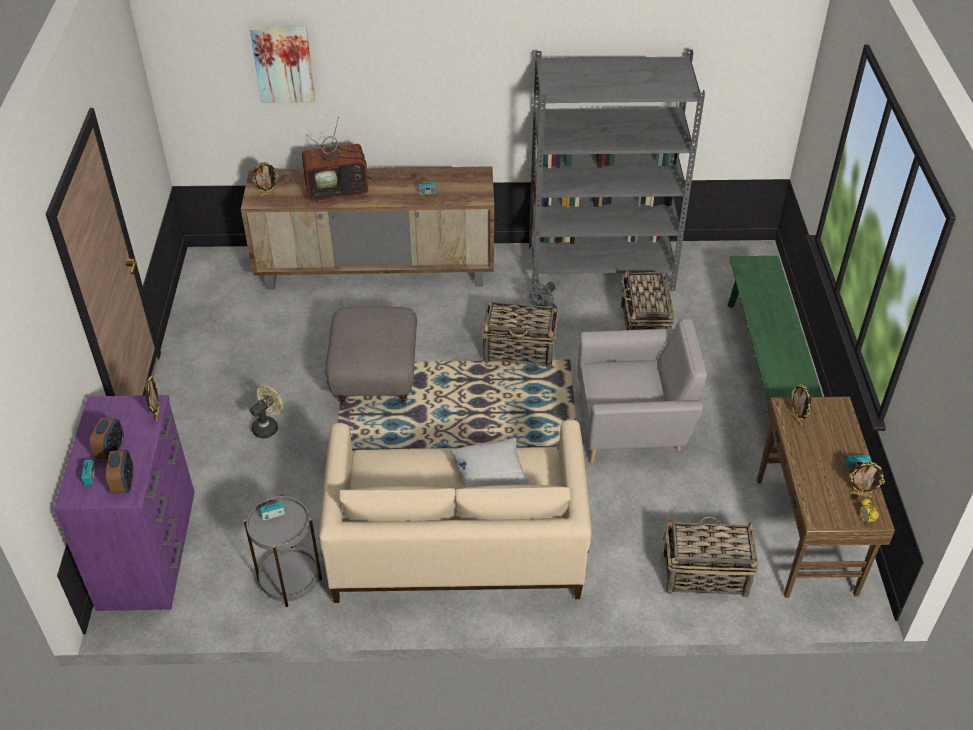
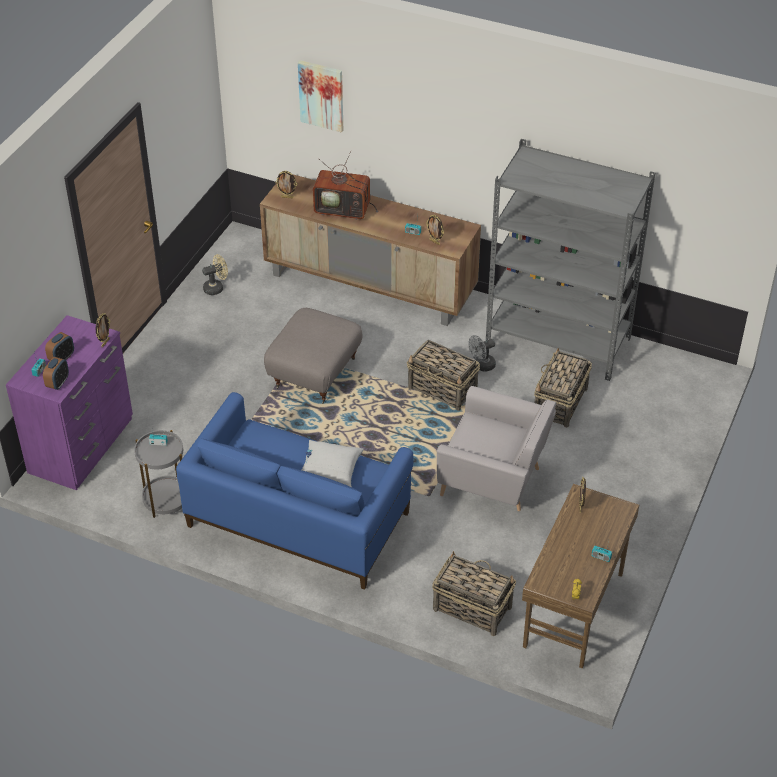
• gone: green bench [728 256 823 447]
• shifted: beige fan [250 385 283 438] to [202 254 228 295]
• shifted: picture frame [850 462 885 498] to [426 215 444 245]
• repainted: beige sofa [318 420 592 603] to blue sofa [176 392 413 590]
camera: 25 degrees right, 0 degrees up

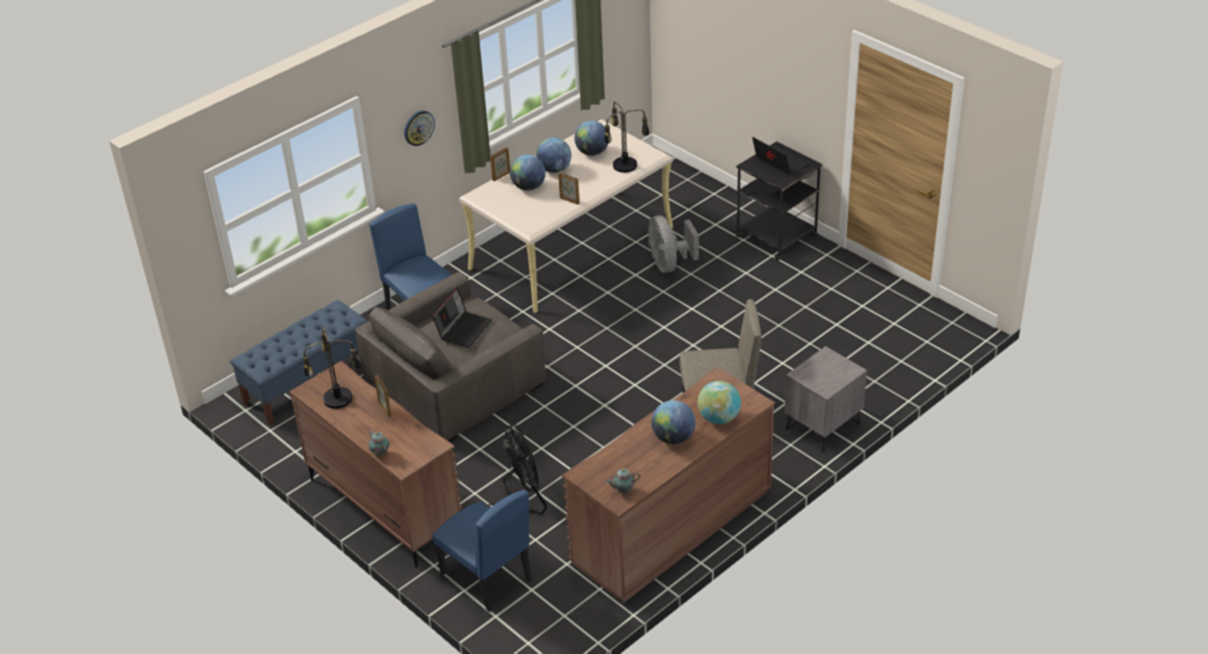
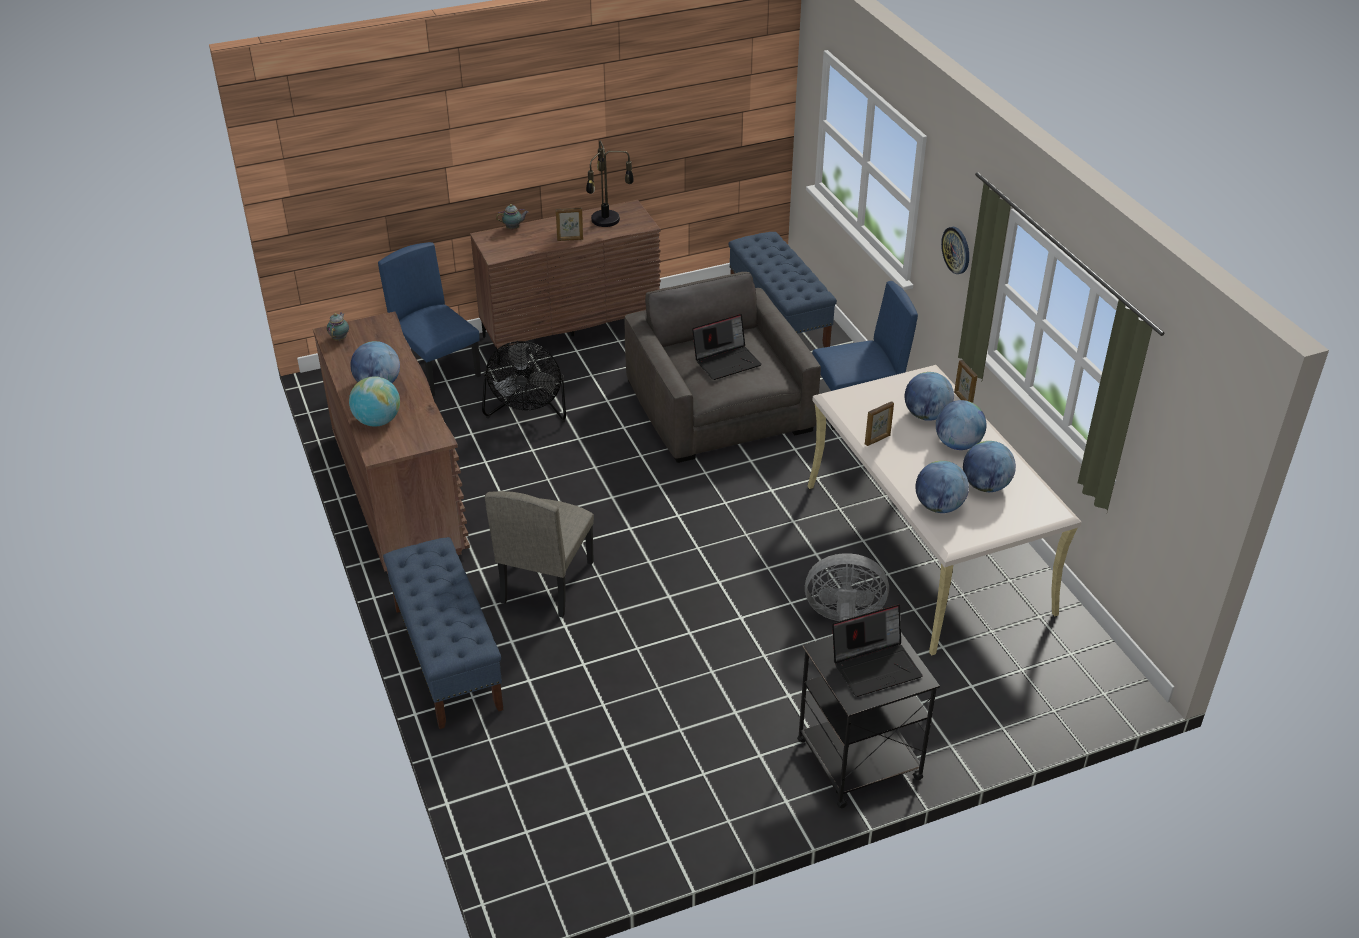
• swapped: table lamp [604 102 649 173] to globe [915 461 969 513]
• swapped: grey nightstand [784 346 867 452] to blue bench [383 537 503 729]
• rotated: laptop [432 287 492 348] = [692 314 762 380] 75 degrees counterclockwise
• rotated: blue chair [432 490 533 612] = [378 242 481 396] 75 degrees clockwise
camera: 110 degrees right, 0 degrees up

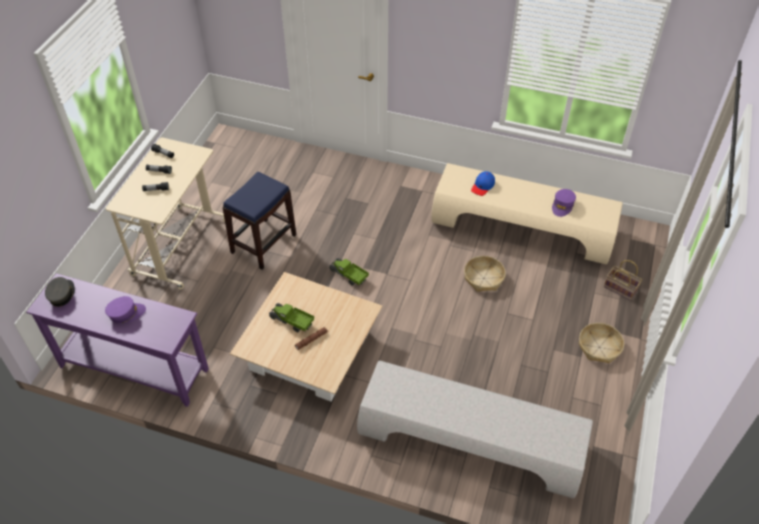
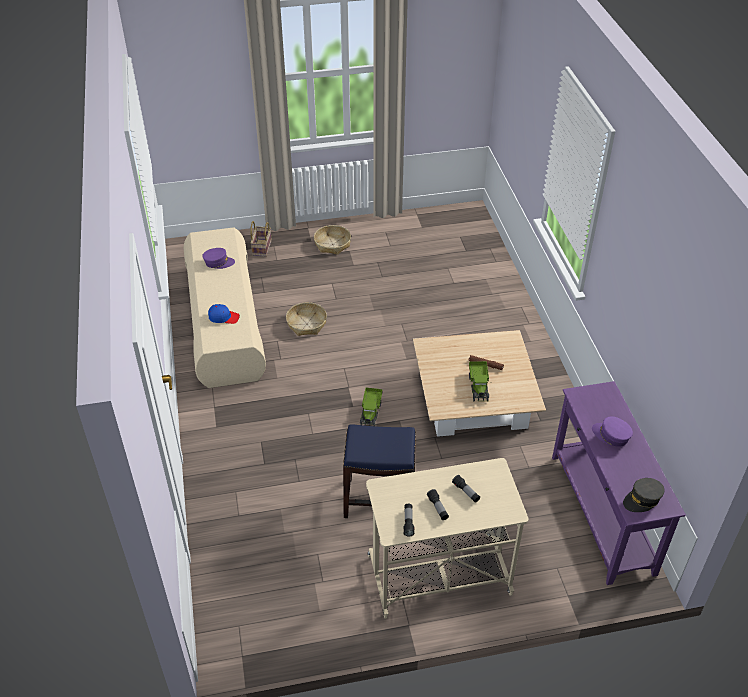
• gone: grey bench [357 361 593 498]
camera: 120 degrees left, 5 degrees down

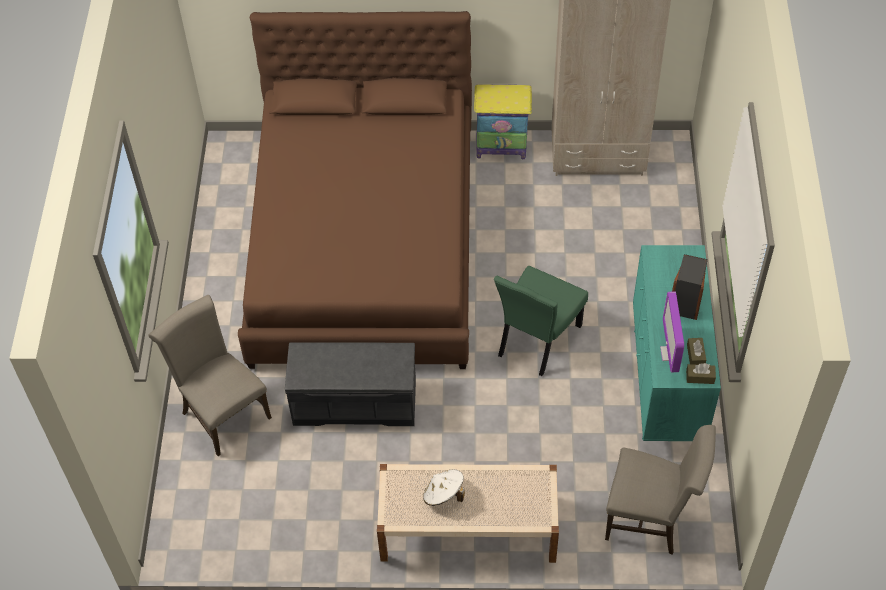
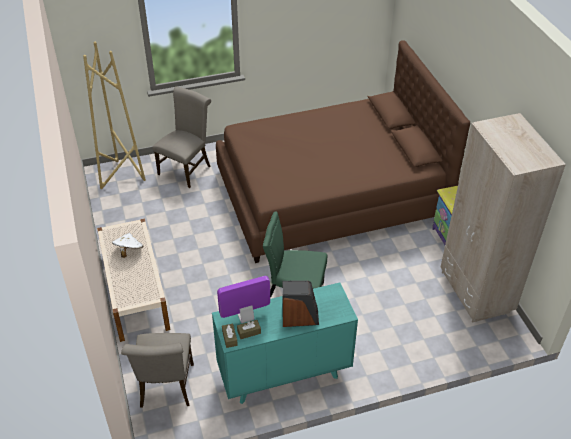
• gone: grey bench [285 342 416 426]
• new: yellow clothes rack [83 42 146 189]
camera: 70 degrees right, 10 degrees down

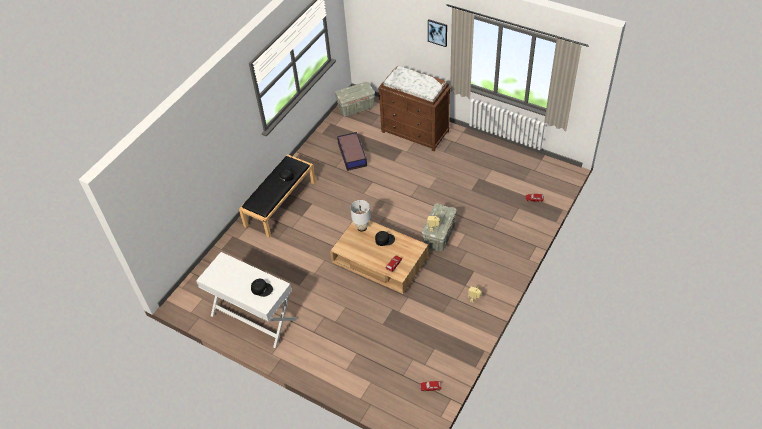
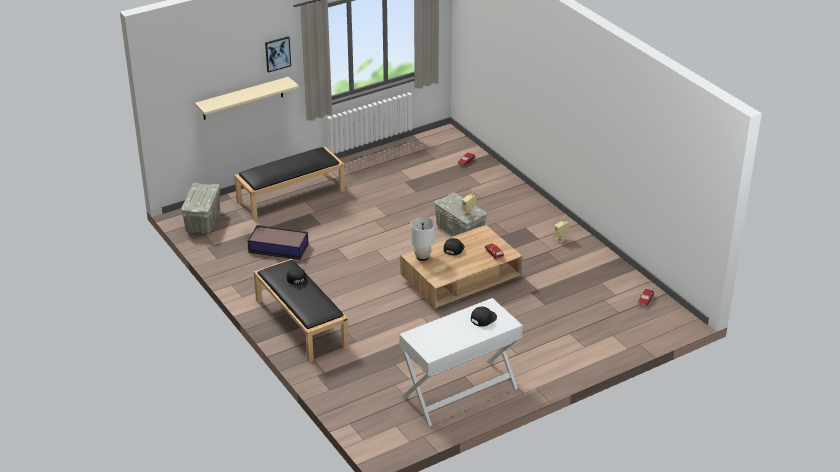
• new: beige shelf [195 77 299 120]
• swapped: brown dresser [378 65 450 152] to black bench [234 147 345 220]
camera: 65 degrees left, 15 degrees down

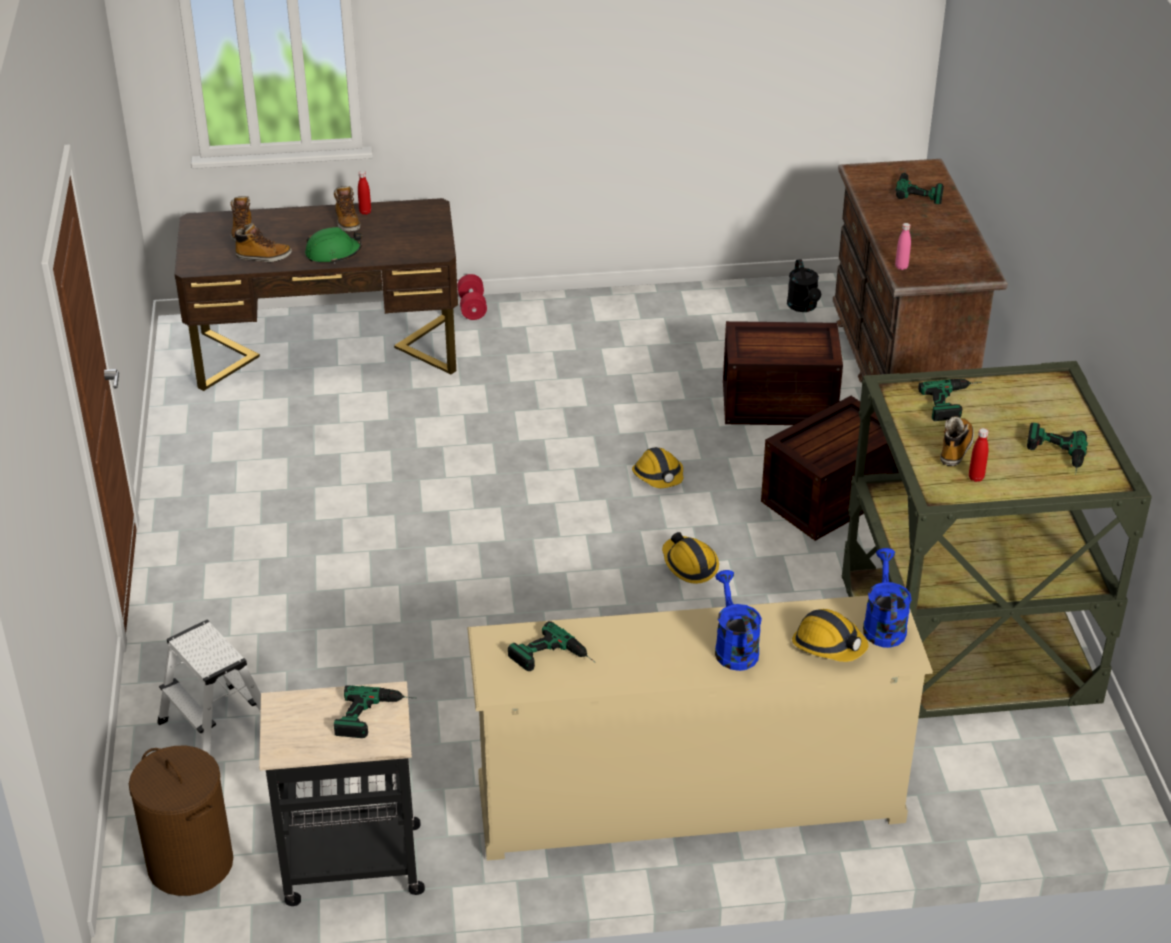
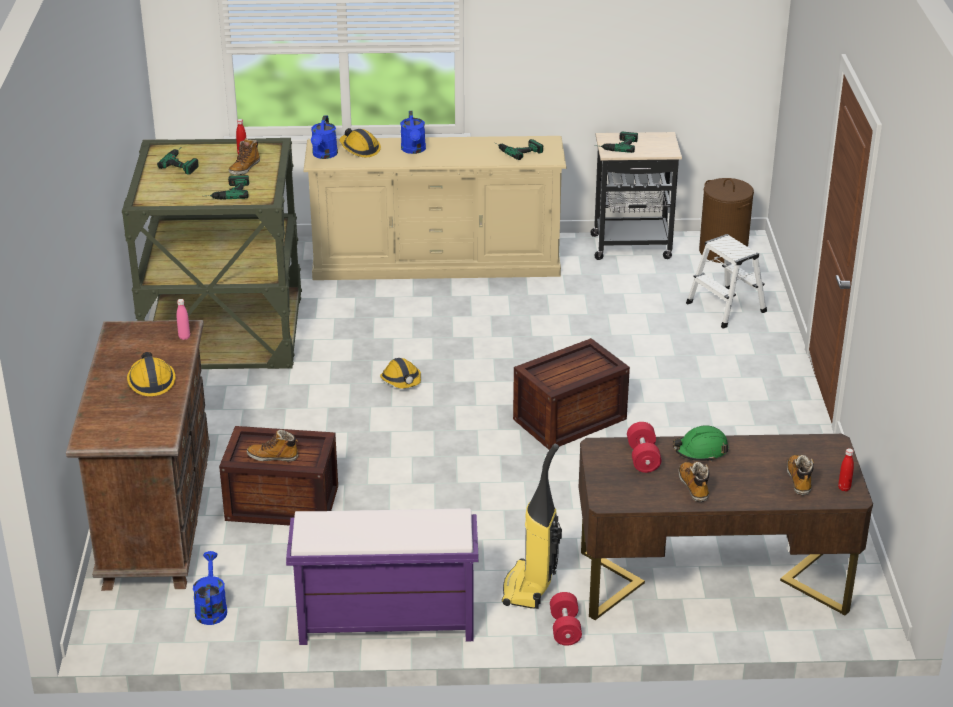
• gone: power drill [895 169 944 204]
• new: purple bench [286 508 479 645]
• new: vacuum cleaner [502 444 562 609]
• new: red dumbbell [627 422 662 473]
• shifted: boot [233 223 292 262] to [247 430 298 462]
• shifted: red bottle [358 171 371 215] to [838 448 854 491]
• shifted: hard hat [632 447 683 488] to [127 352 176 396]
• shifted: crate [761 396 899 541] to [513 338 630 449]
• repainted: black watering can [787 259 821 312] to blue watering can [193 551 227 625]
camera: 175 degrees left, 5 degrees down

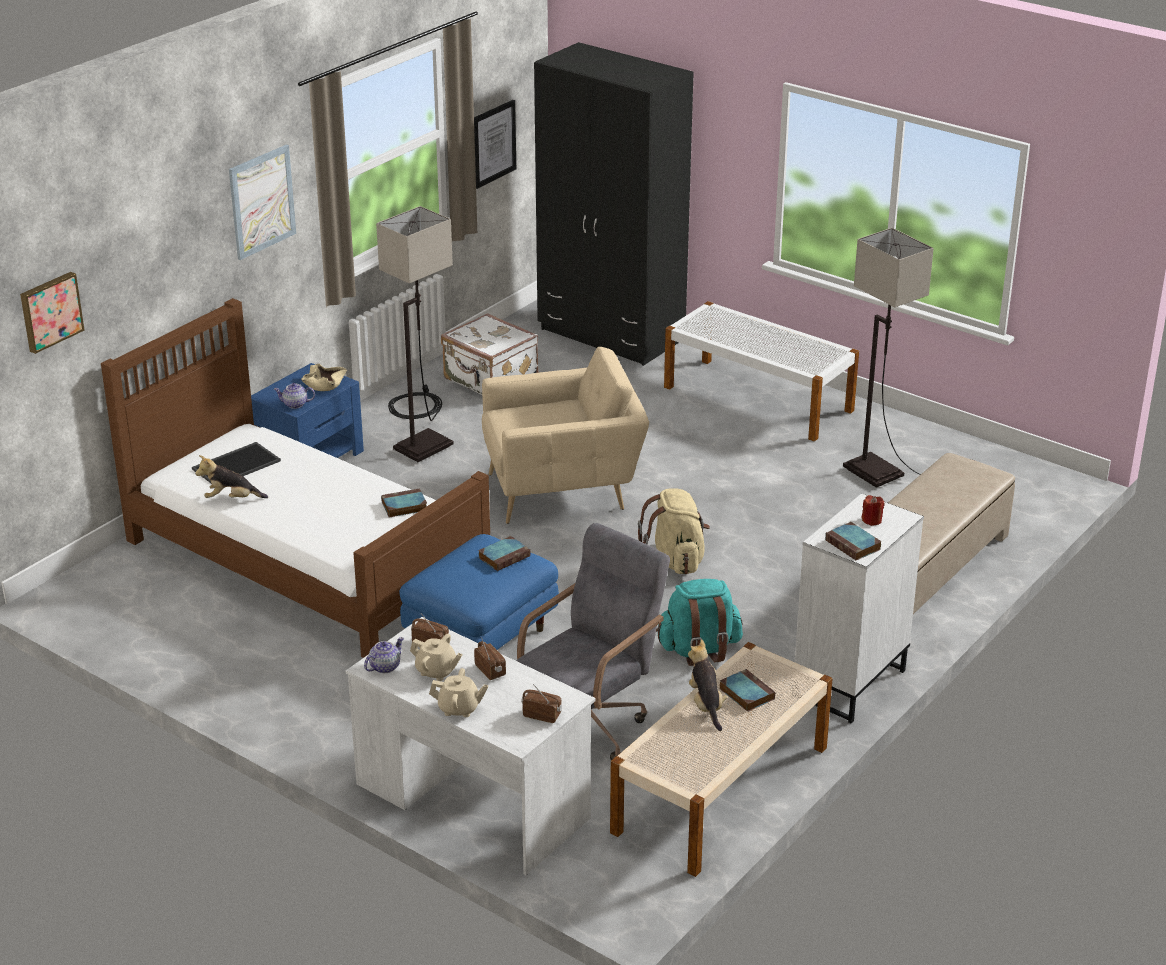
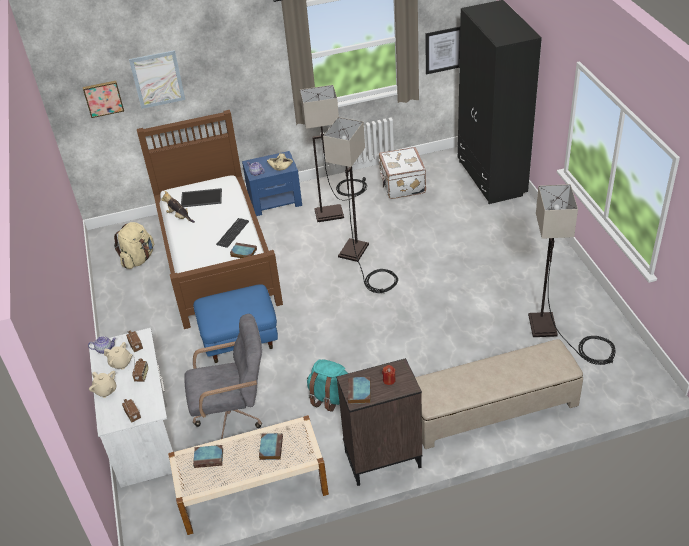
• gone: white bench [664 301 859 442]
• gone: plush toy [688 639 728 731]
• new: keyboard [216 218 249 248]
• shifted: picture [229 144 296 260] to [129 50 185 109]
• shifted: book [478 536 530 571] to [193 445 223 468]
• shifted: beige backpack [638 488 710 575] to [114 222 154 269]
• swapped: beige armchair [482 347 649 524] to floor lamp [323 117 398 293]
• repainted: white dresser [794 493 924 724] to brown dresser [336 358 423 486]
• rotated: beige teapot [410 634 463 681] = [104 342 133 370] 45 degrees counterclockwise
camera: 40 degrees right, 10 degrees up

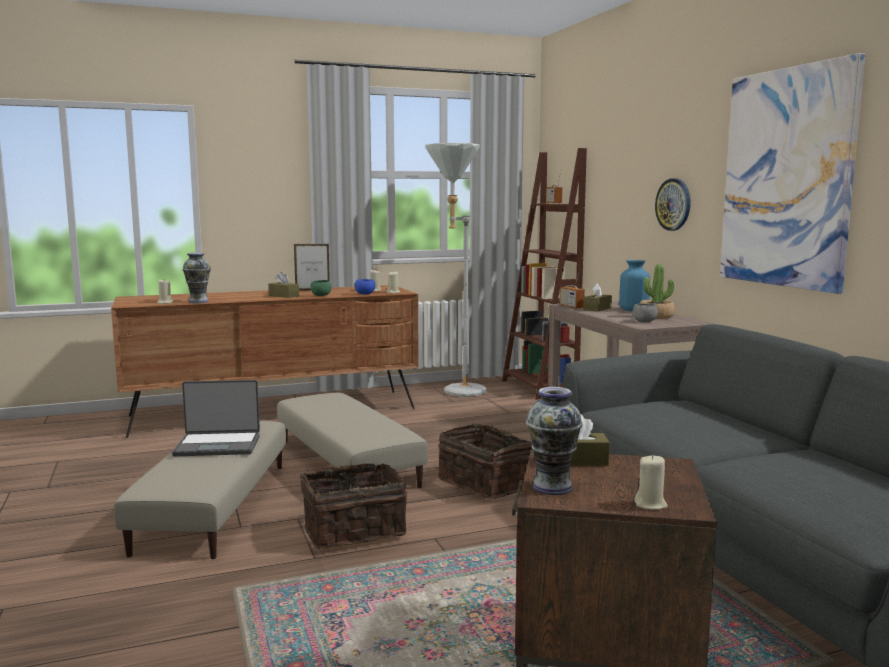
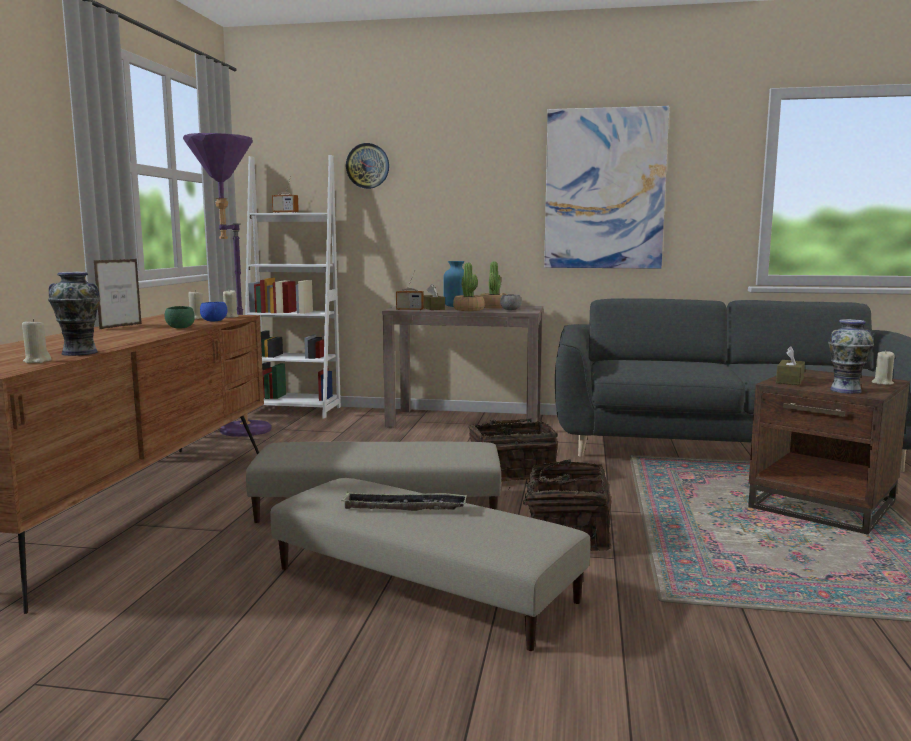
• gone: brown tissue box [268 272 299 298]
• new: potted plant [453 263 485 311]
• shifted: wall clock [655 178 690 231] to [346 143 389 189]
• swapped: laptop [172 380 260 457] to tray [341 492 467 511]
• repainted: grey floor lamp [425 143 487 397] to purple floor lamp [183 133 272 437]
• repainted: brown bookcase [502 148 587 400] to white bookcase [245 155 341 419]
camera: 60 degrees left, 0 degrees up

